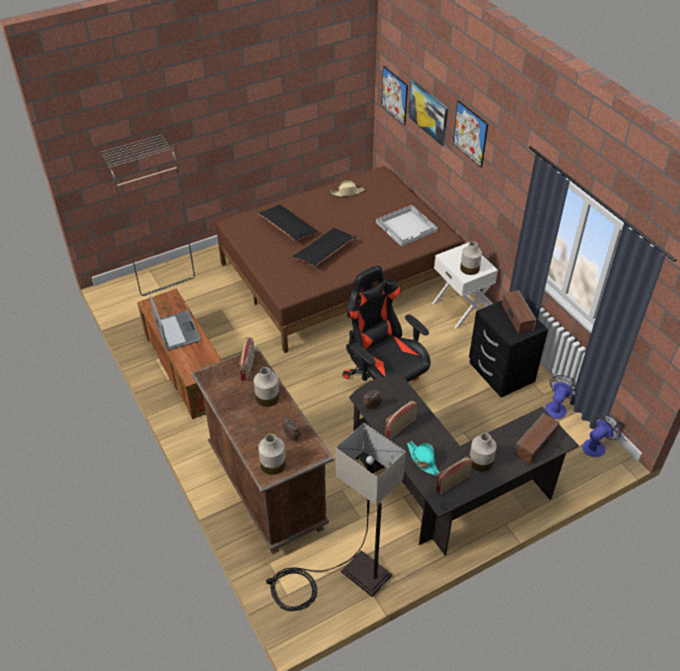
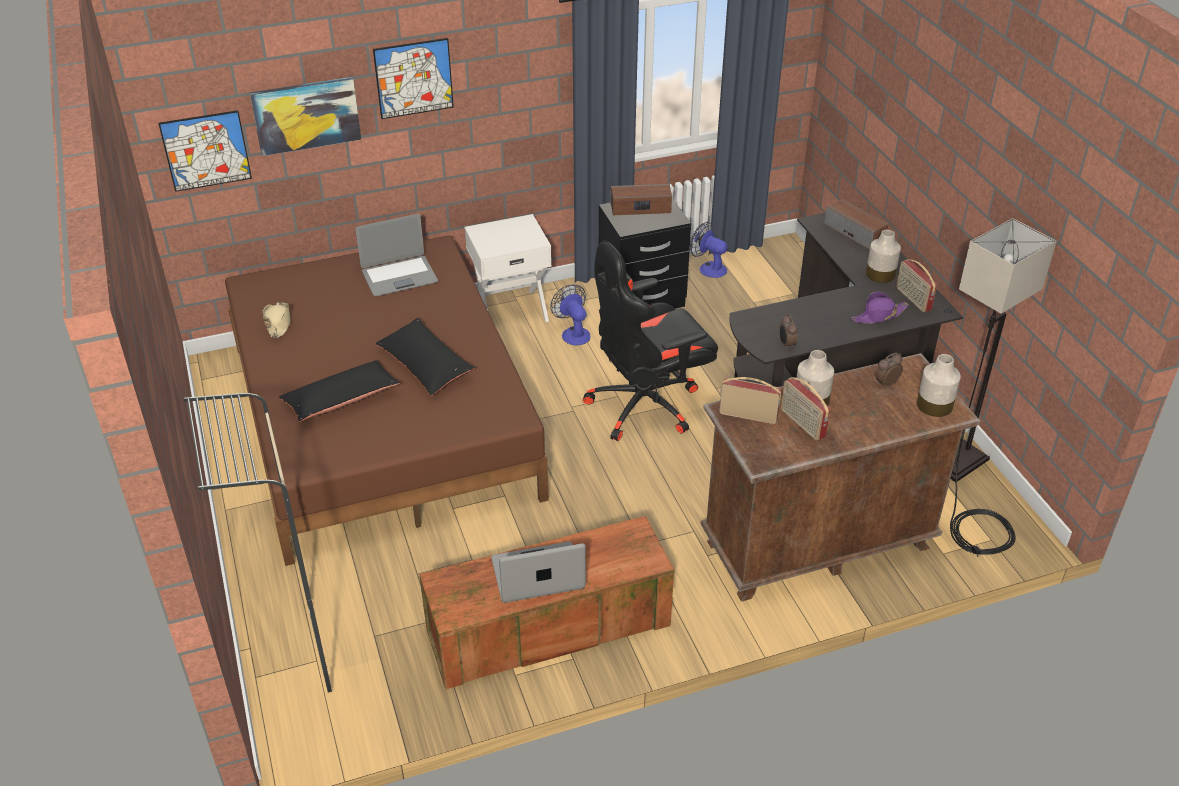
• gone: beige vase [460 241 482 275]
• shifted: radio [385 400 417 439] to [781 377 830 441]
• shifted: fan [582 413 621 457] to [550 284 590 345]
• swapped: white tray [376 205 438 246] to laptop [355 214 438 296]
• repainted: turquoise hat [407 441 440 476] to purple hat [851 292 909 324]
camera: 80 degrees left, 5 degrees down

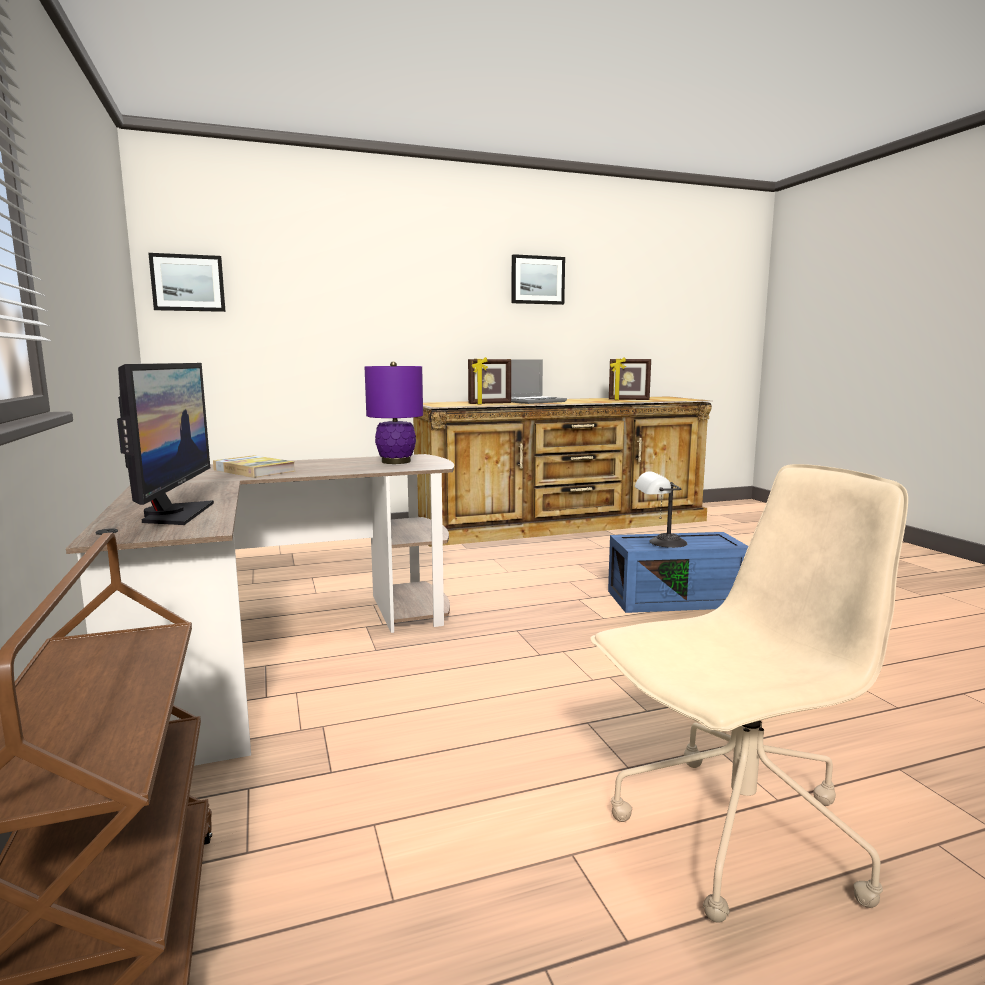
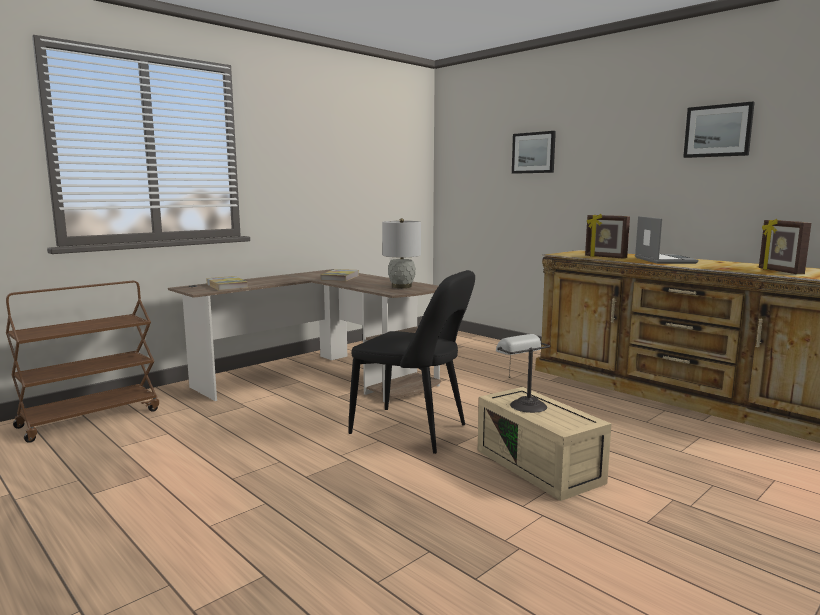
• gone: beige office chair [590 464 908 923]
• new: black chair [348 270 475 454]
• shifted: picture [148 253 225 312] to [512 131 556 174]
• swapped: monitor [117 363 214 525] to book [206 276 248 290]
• repainted: purple table lamp [365 361 423 464] to white table lamp [382 218 421 288]
• repainted: blue storage box [608 532 748 613] to beige storage box [478 387 611 501]
• rotated: laptop [511 360 567 404] = [635 216 698 264] 120 degrees counterclockwise
camera: 65 degrees right, 0 degrees up

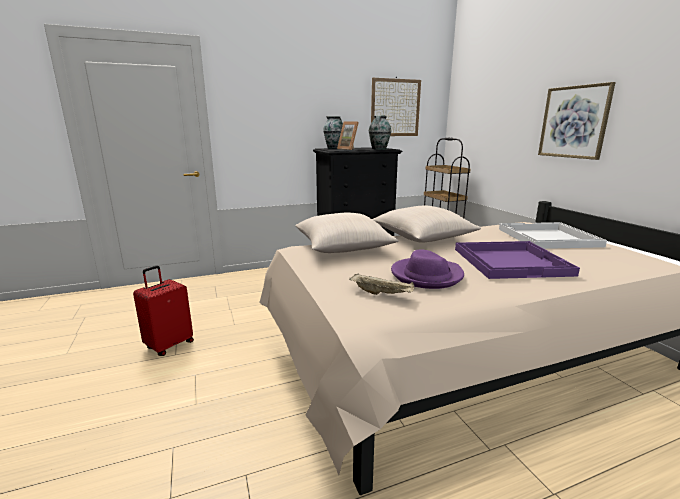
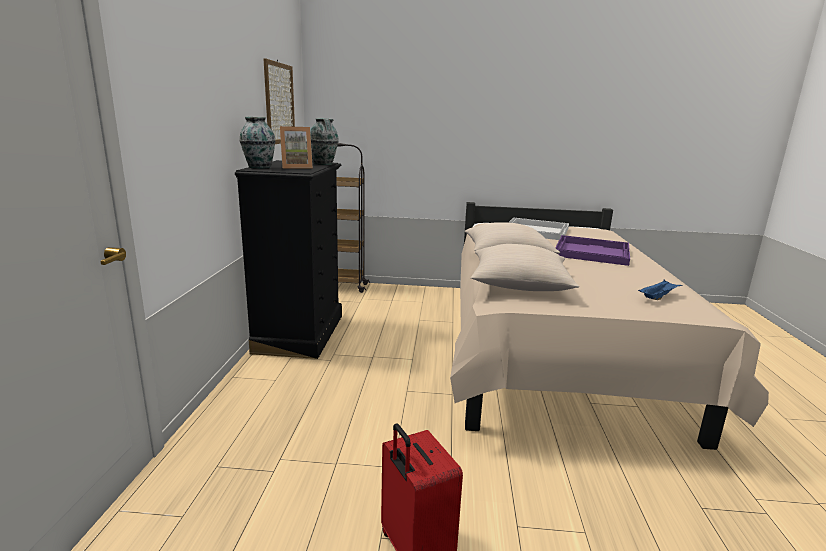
• gone: purple hat [391 250 464 289]
• gone: picture [538 82 616 160]
• repainted: beige tray [349 273 414 295] to blue tray [638 279 682 300]
camera: 65 degrees left, 0 degrees up

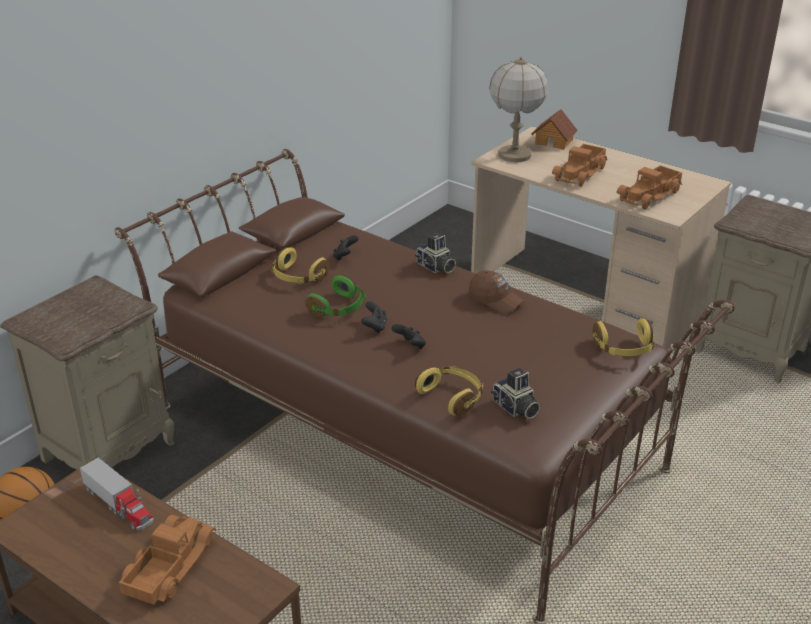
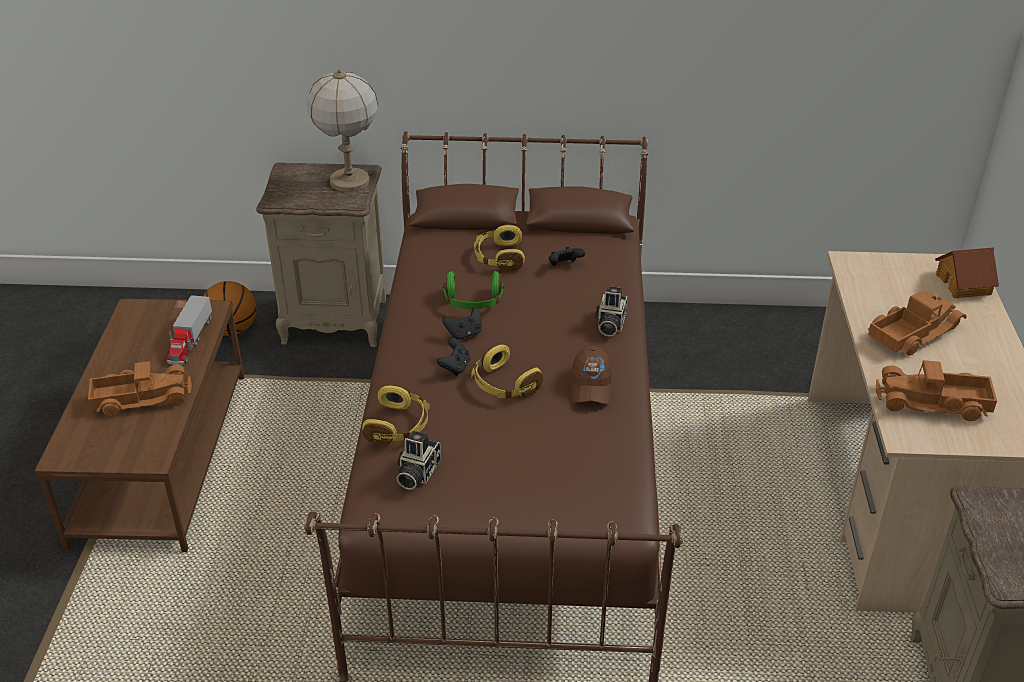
• shifted: table lamp [489 57 548 162] to [307 69 378 192]
• shifted: yellow headphones [593 318 654 356] to [471 344 543 398]
• rotated: toy truck [552 144 607 187] = [867 291 967 355] 150 degrees clockwise
camera: 55 degrees right, 5 degrees up

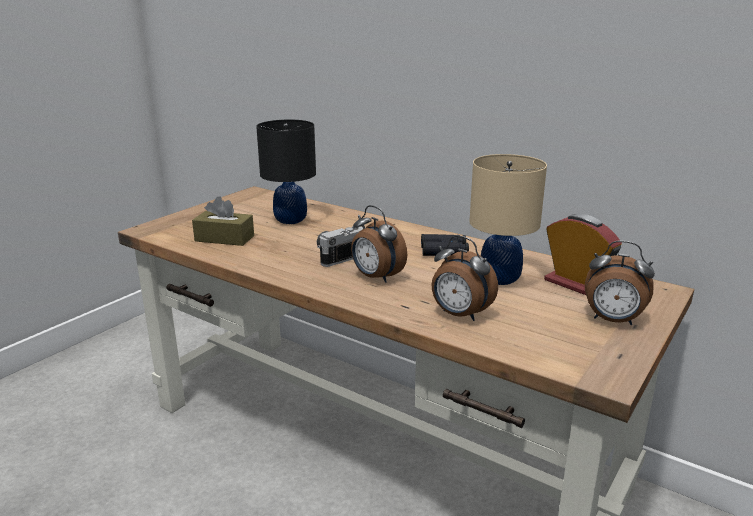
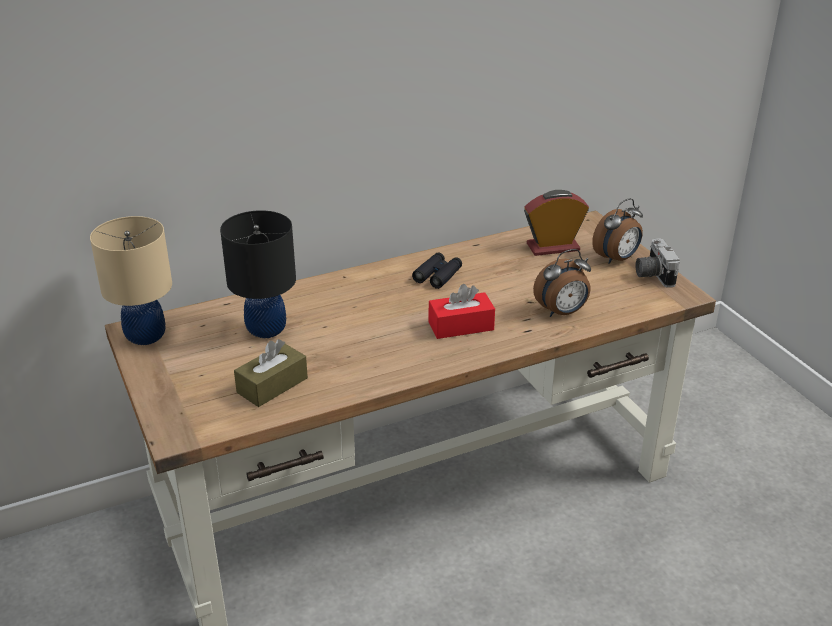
• shifted: photo camera [317 226 363 267] to [636 238 680 288]
• shifted: beige table lamp [469 154 547 285] to [90 216 172 345]
• swapped: alarm clock [351 205 407 283] to red tissue box [429 284 495 339]
camera: 60 degrees left, 10 degrees up

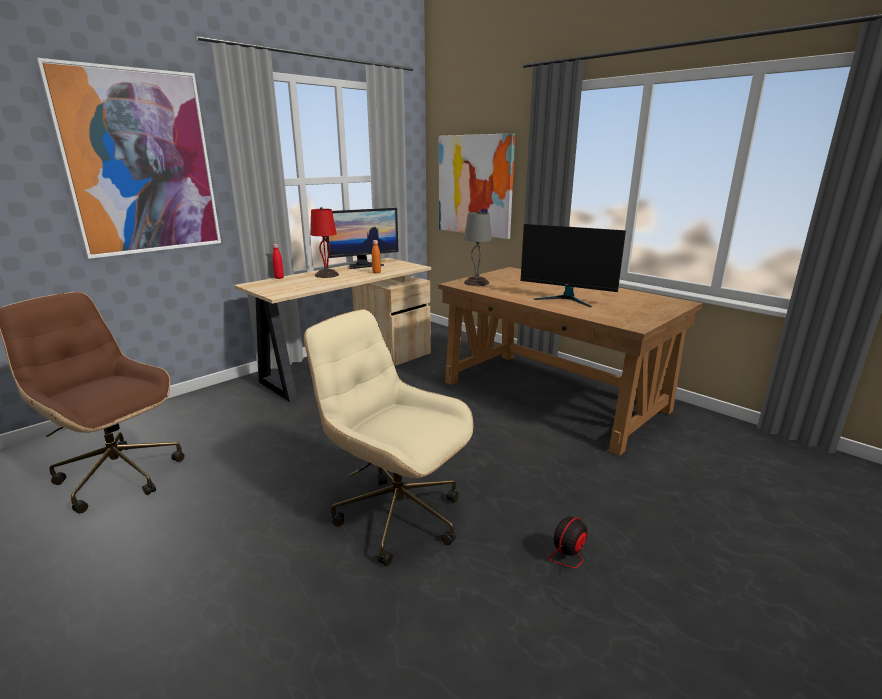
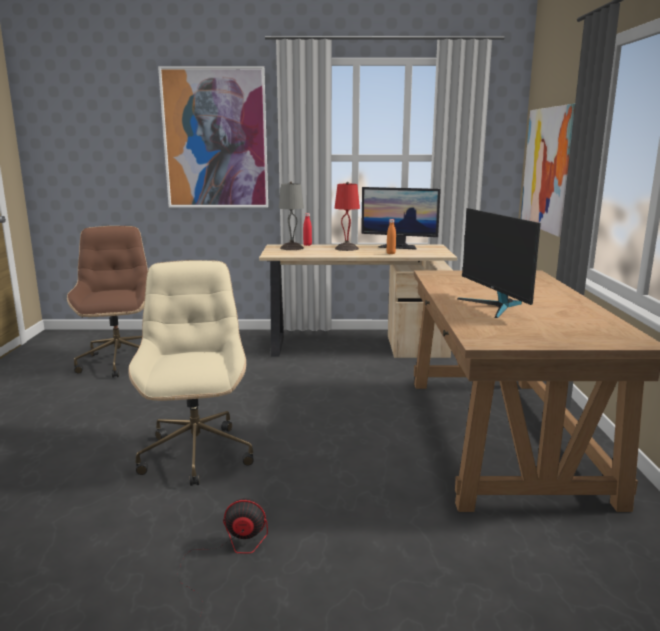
• shifted: grey table lamp [464 211 492 286] to [279 181 304 250]
camera: 45 degrees right, 5 degrees down

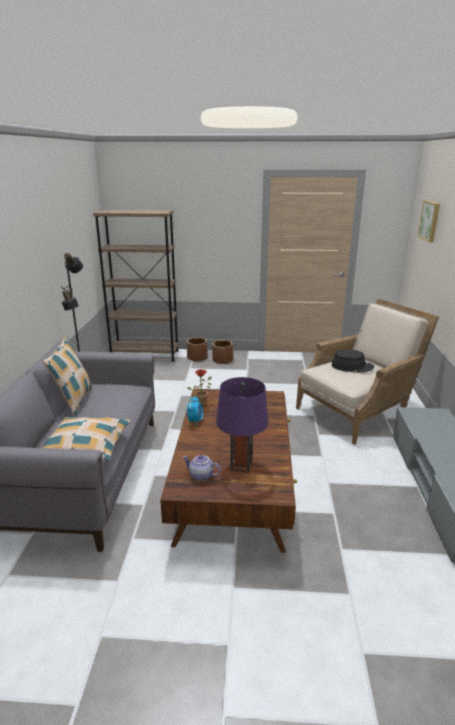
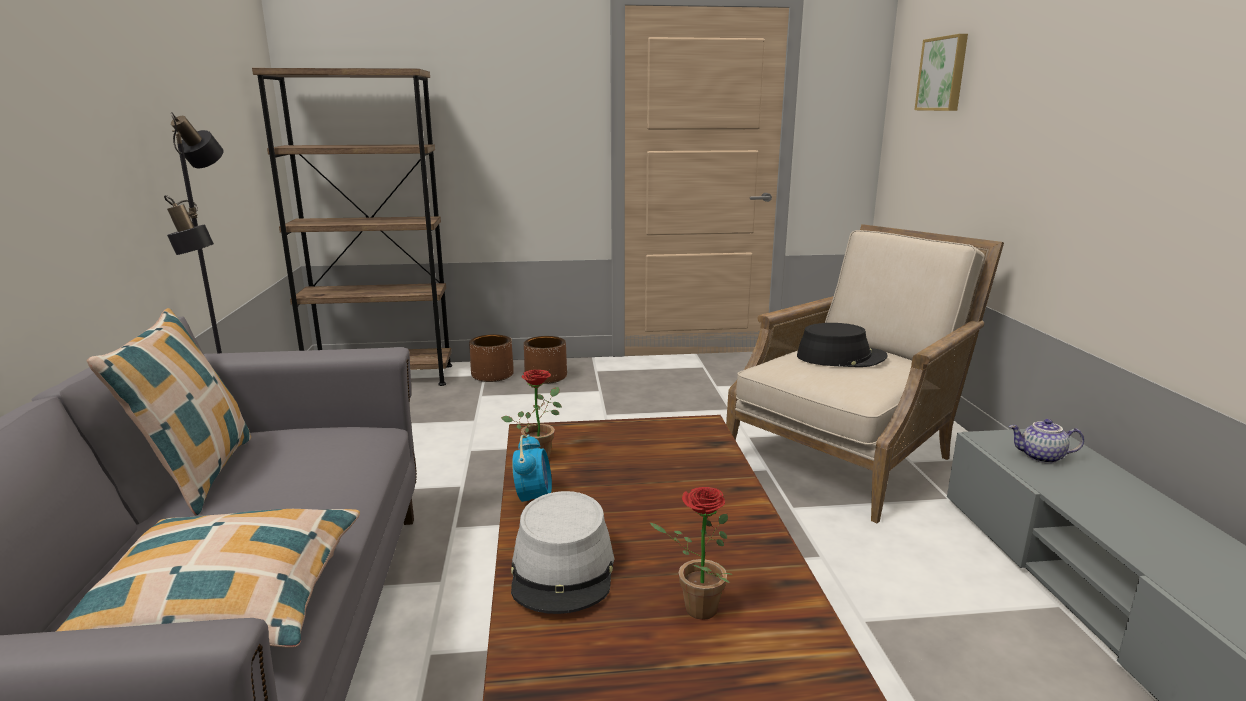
• new: grey hat [511 491 615 614]
• shifted: teapot [183 455 221 481] to [1009 419 1084 464]
• swapped: purple table lamp [216 377 268 473] to potted plant [650 487 732 620]
camera: 10 degrees left, 5 degrees down

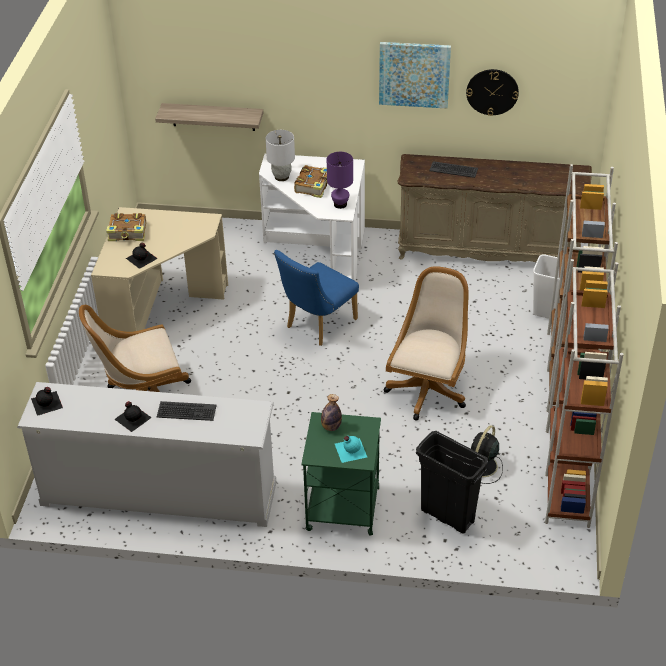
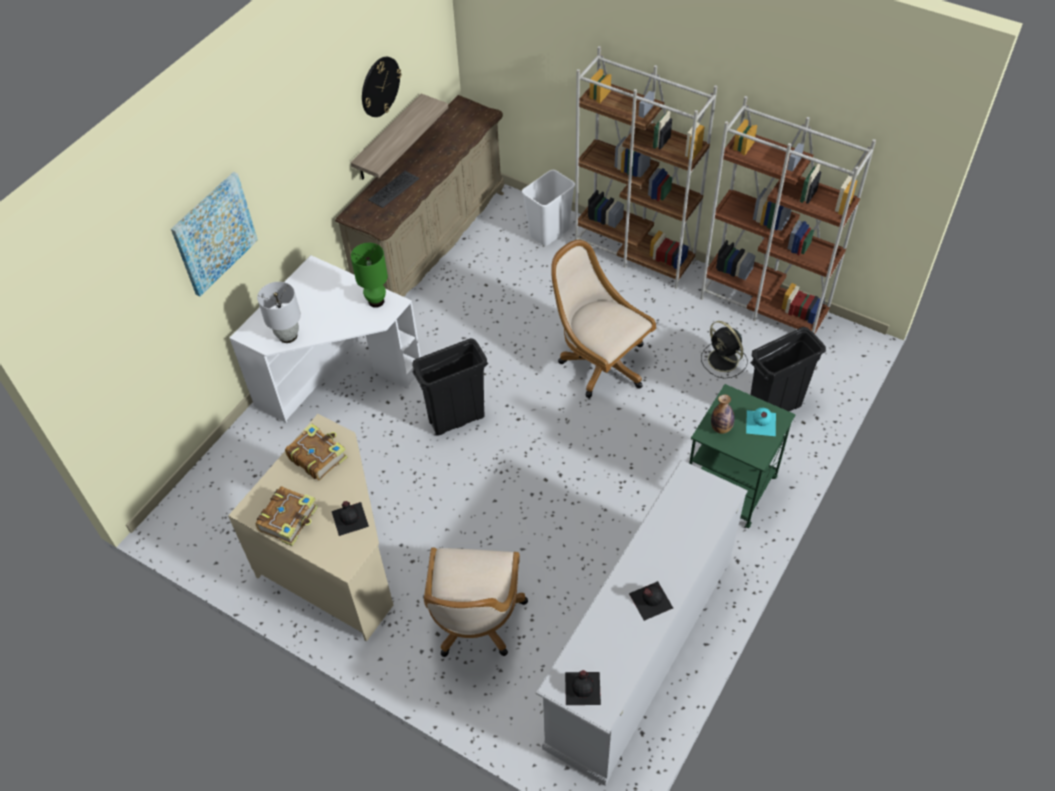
• gone: keyboard [157 401 217 421]
• shifted: shelf [155 103 263 131] to [351 93 449 180]
• shifted: book [294 165 328 198] to [285 424 347 480]
• shifted: picture [379 42 451 108] to [171 172 258 296]
• swapped: blue chair [274 250 359 346] to black trash can [412 338 488 436]
• repainted: purple table lamp [327 152 353 209] to green table lamp [351 243 388 308]
camera: 65 degrees left, 10 degrees up

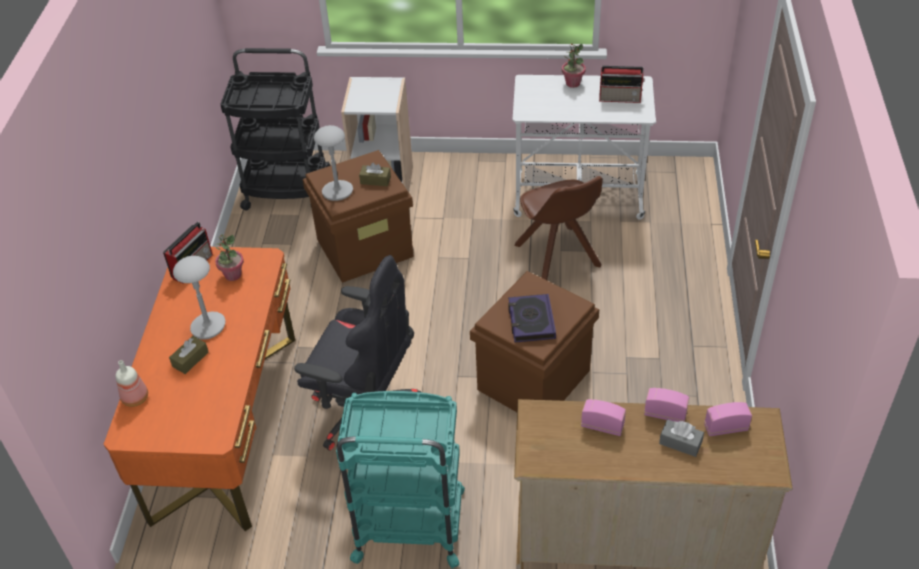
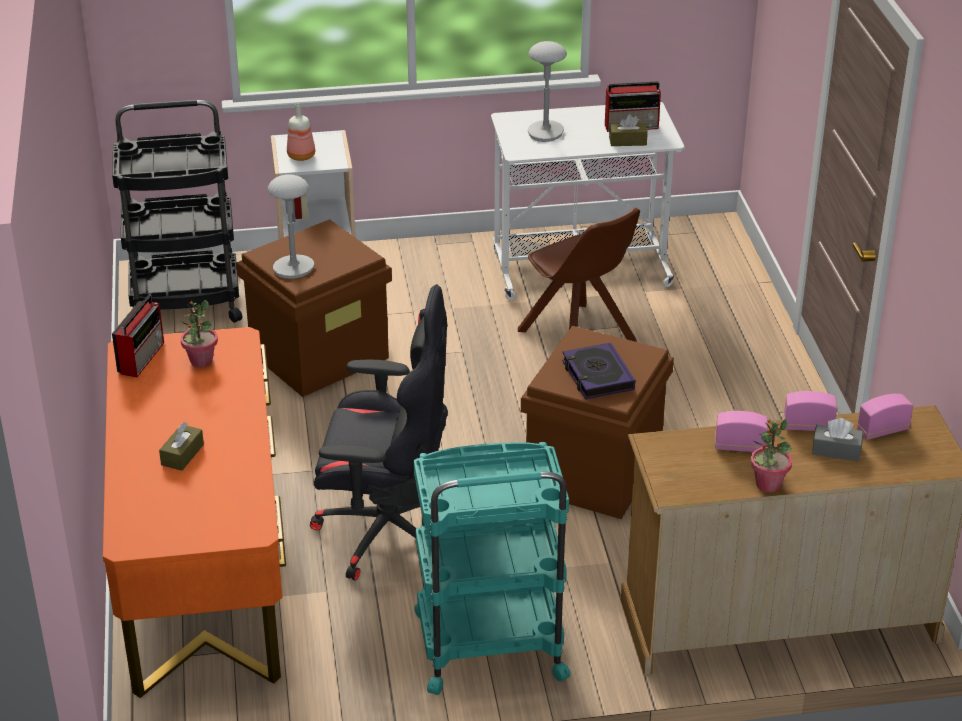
• shifted: bottle [116 360 148 407] to [287 103 315 161]
• shifted: grey table lamp [173 256 226 340] to [528 41 567 142]
• shifted: brown tissue box [359 163 391 187] to [609 114 648 146]
• shifted: potted plant [562 43 586 88] to [750 419 792 492]
camera: 15 degrees left, 10 degrees down

